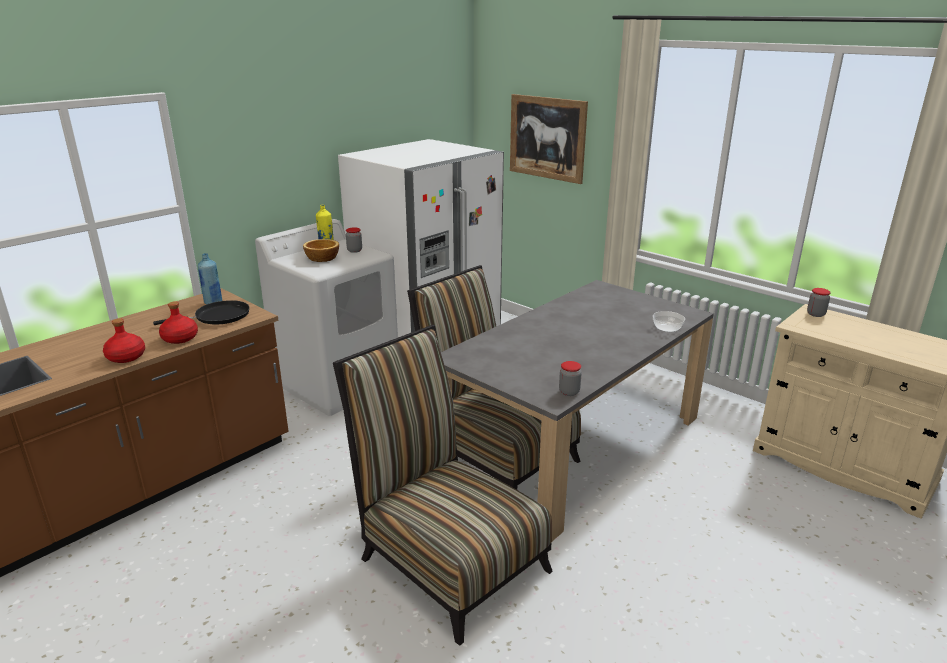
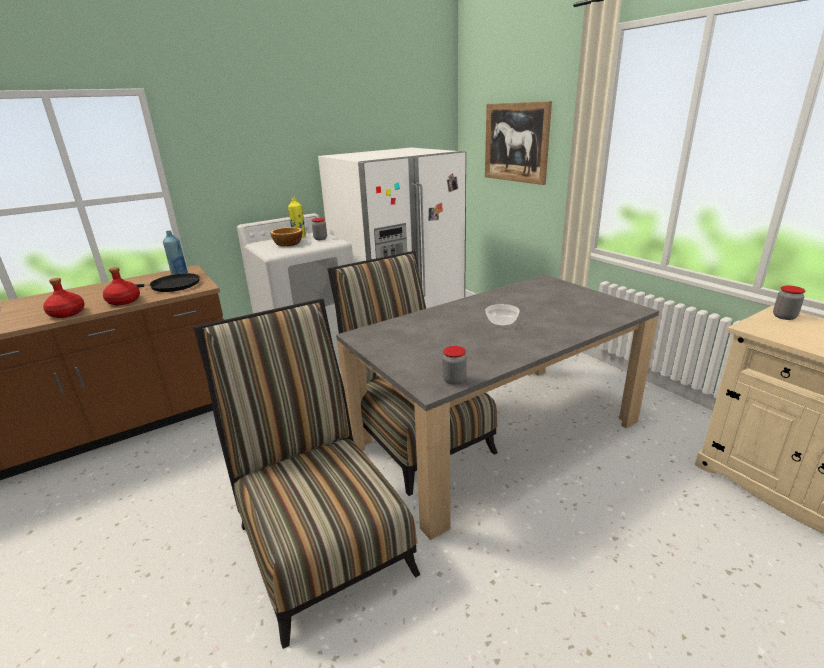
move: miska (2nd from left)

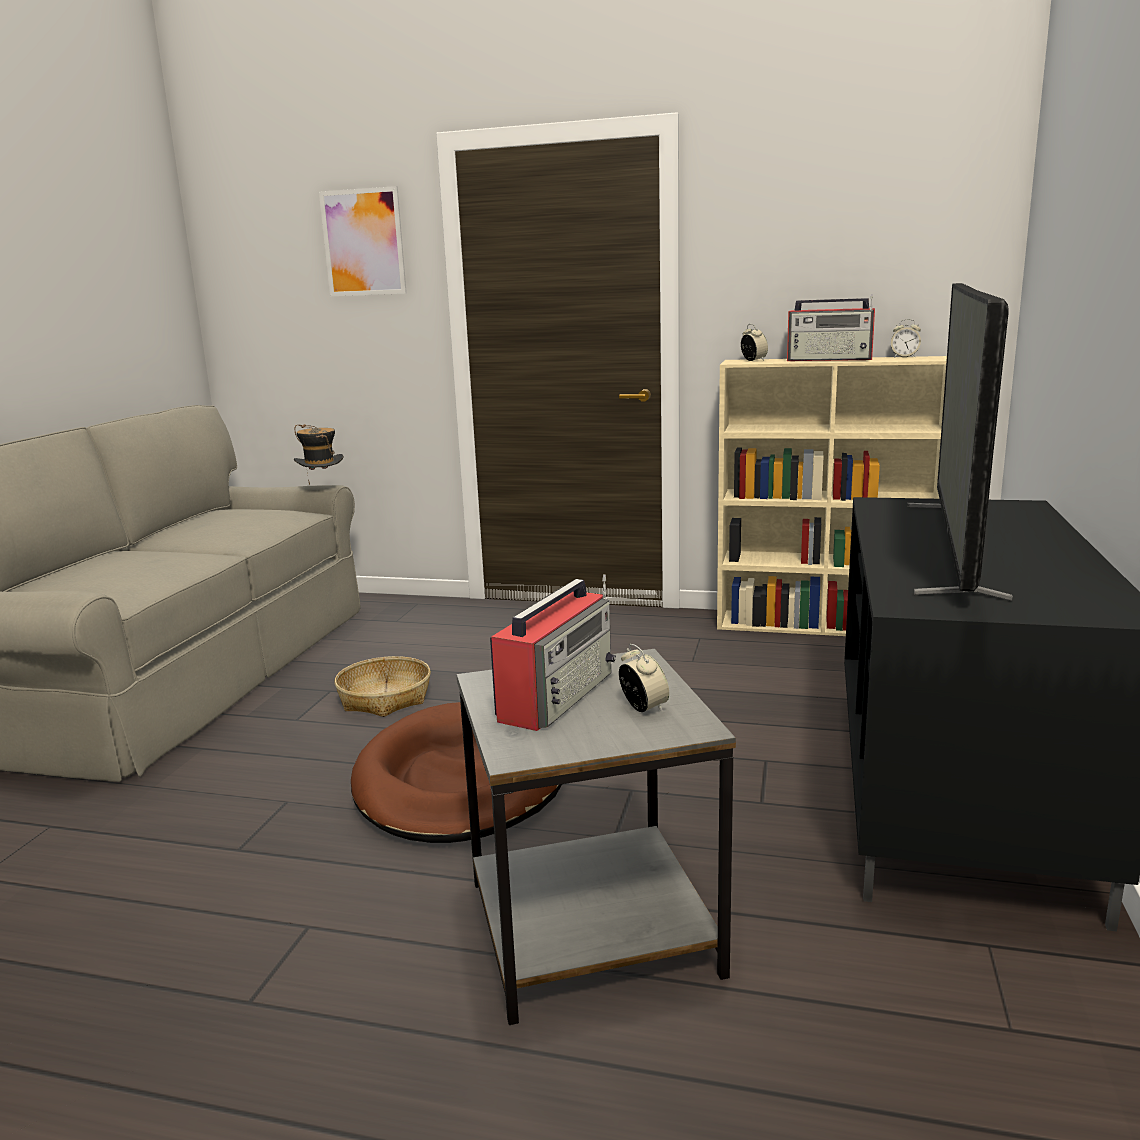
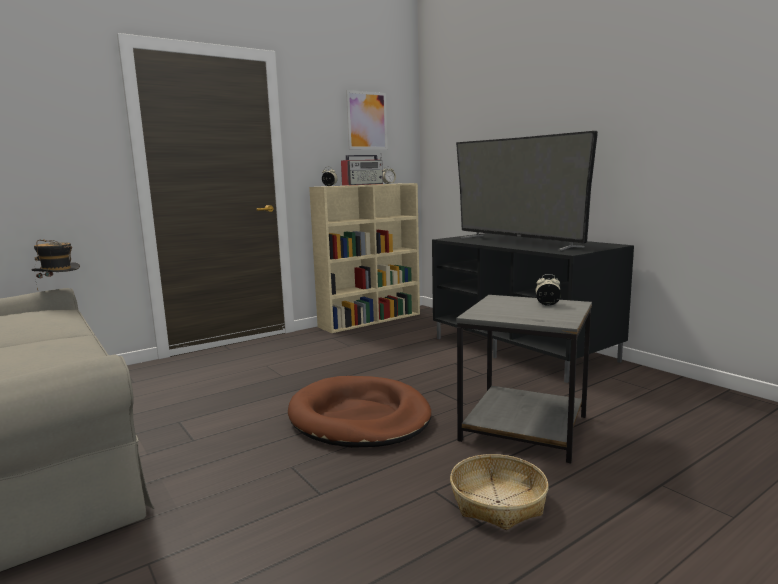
delete: radio (1st from left)
move: obraz; koszyk

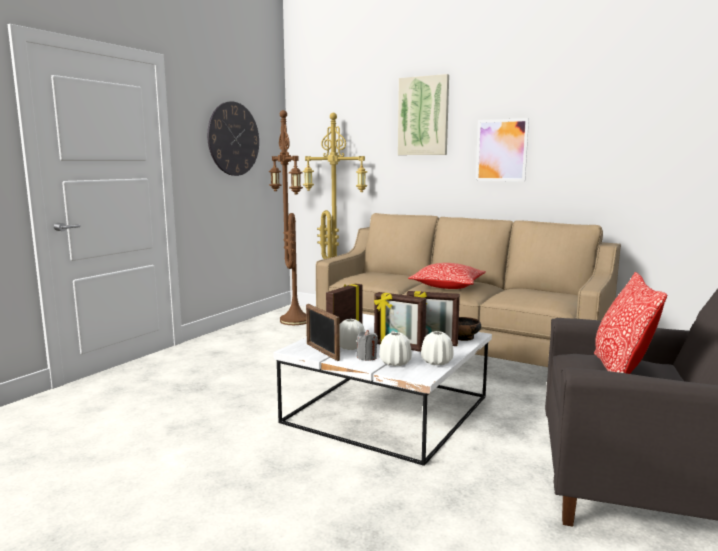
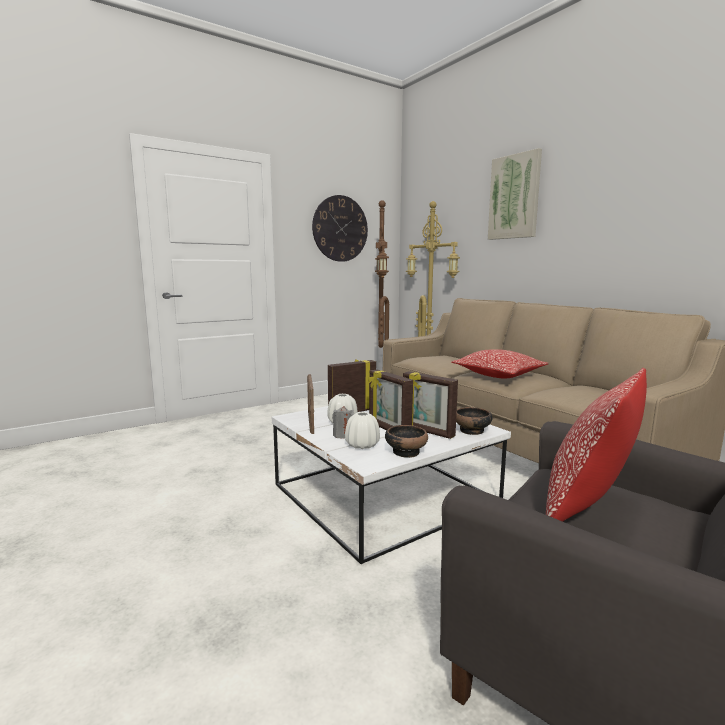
delete: obraz (2nd from left)
replace: wazon [biały] (3rd from left) to miska (1st from left)

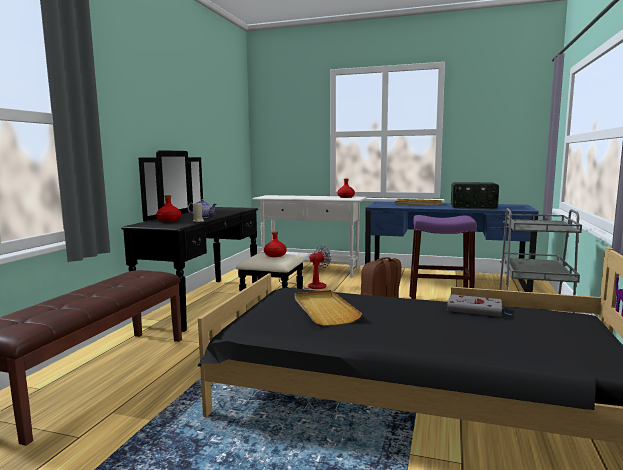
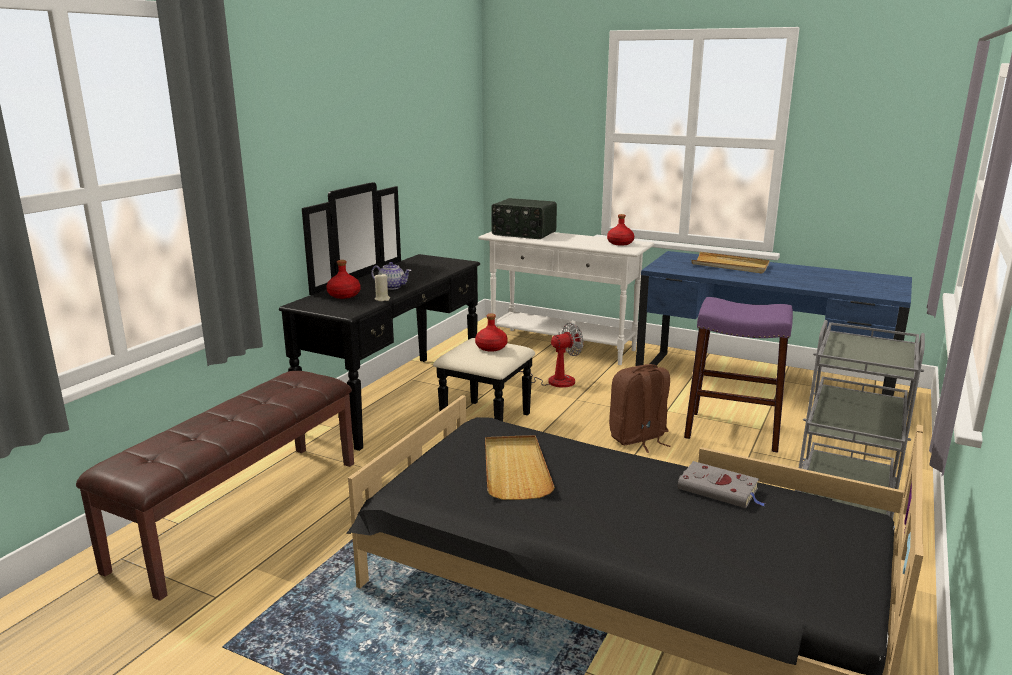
move: radio

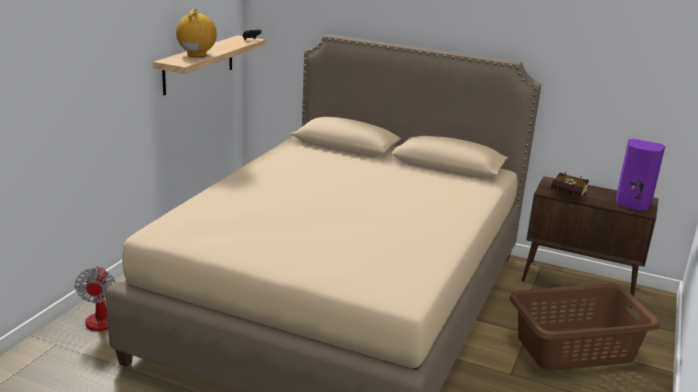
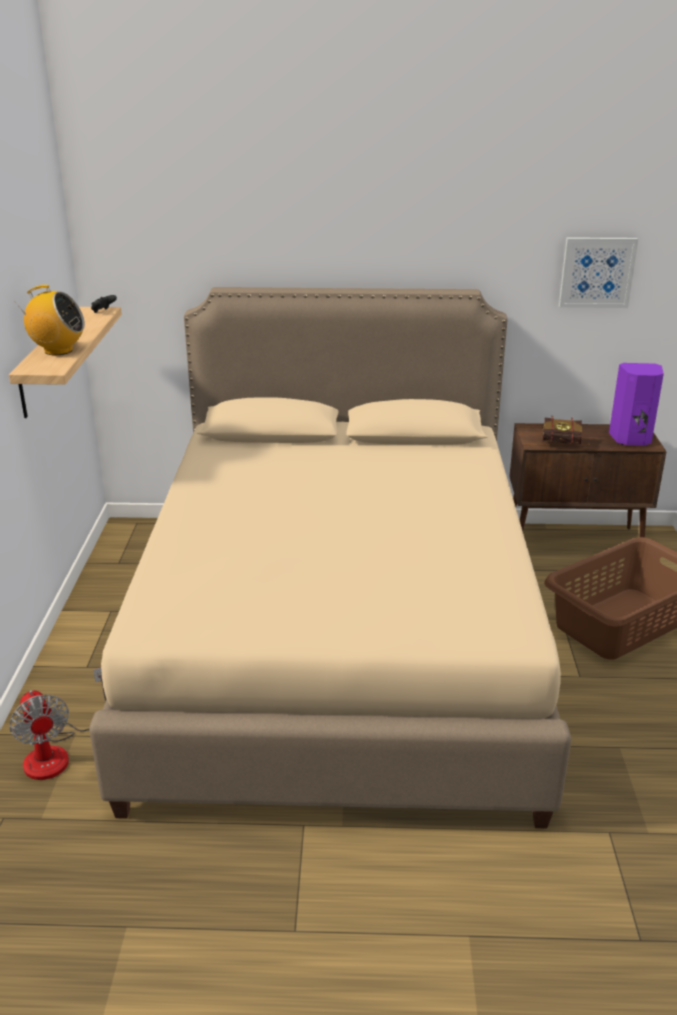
insert: obraz
rotate: radio 105 degrees clockwise

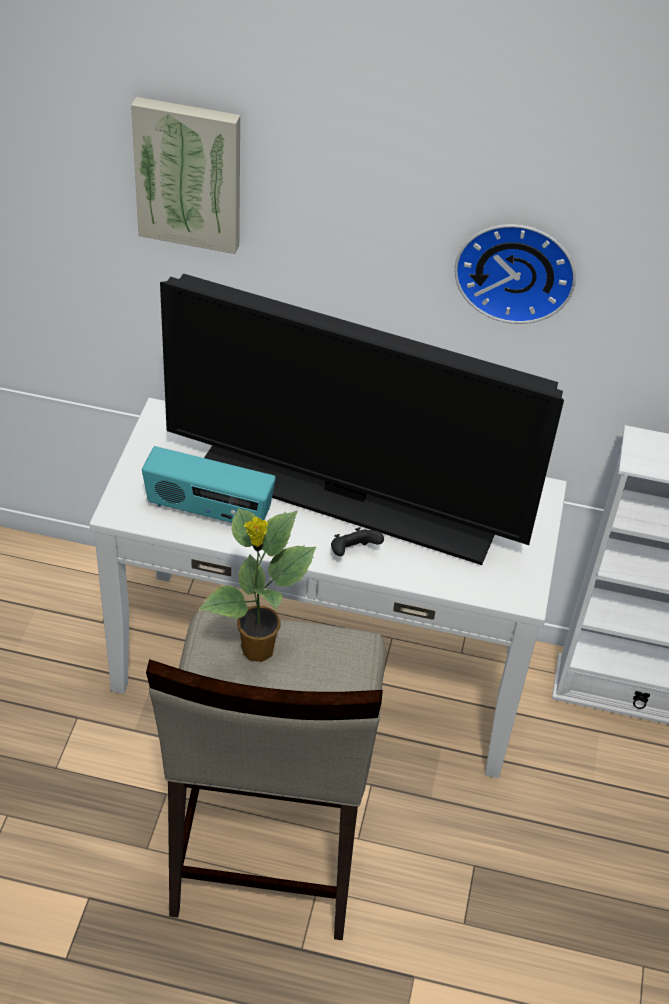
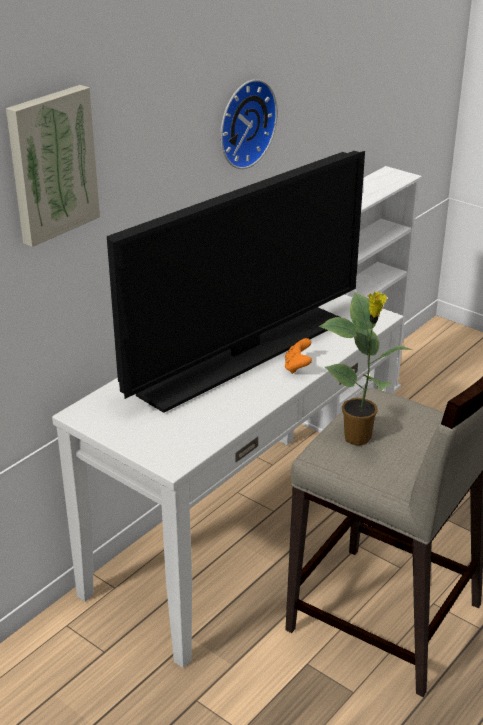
delete: radio
recolor: pad do gier [czarny] to pad do gier [pomarańczowy]

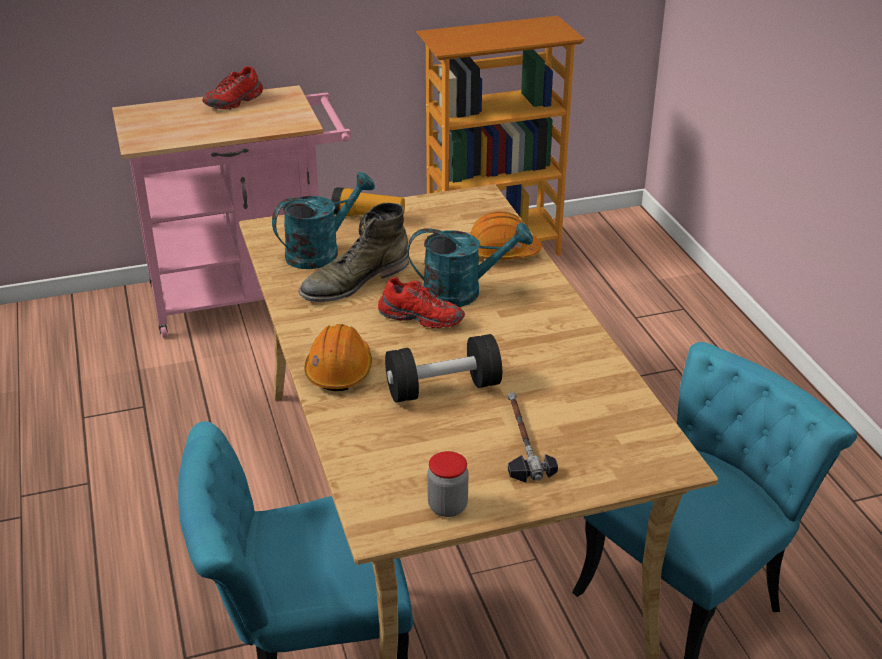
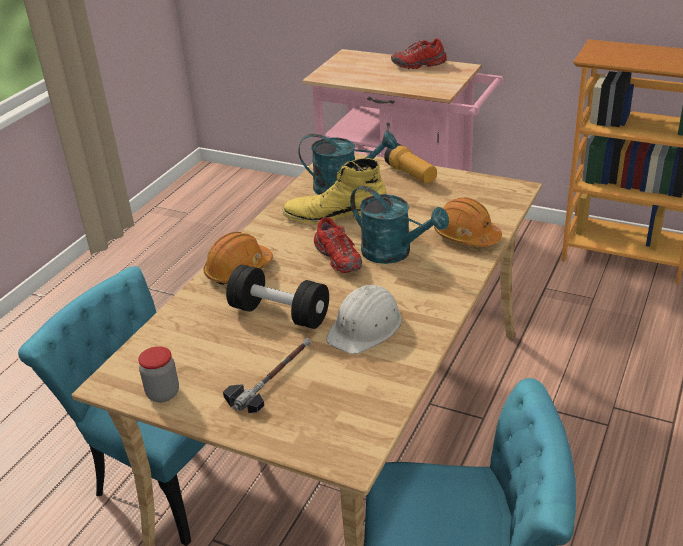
insert: kask [biały]
recolor: but z cholewką [zielony] to but z cholewką [żółty]

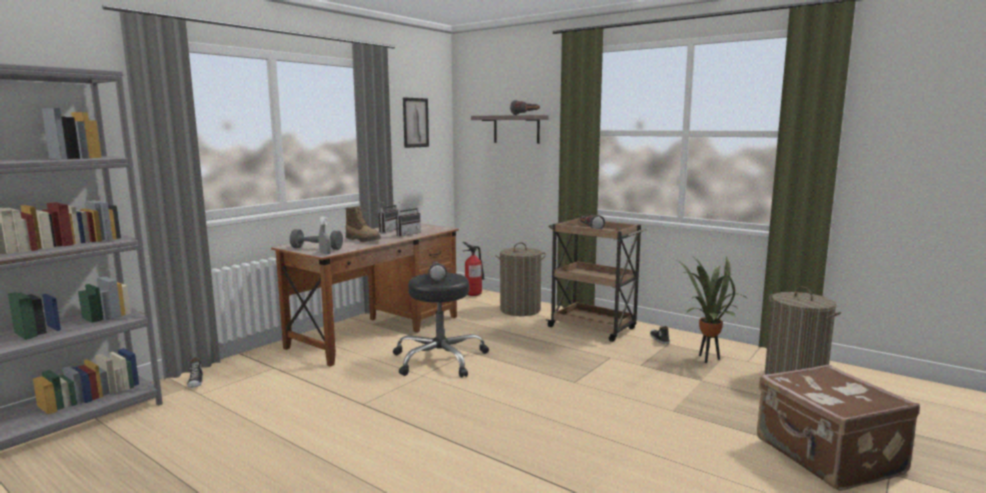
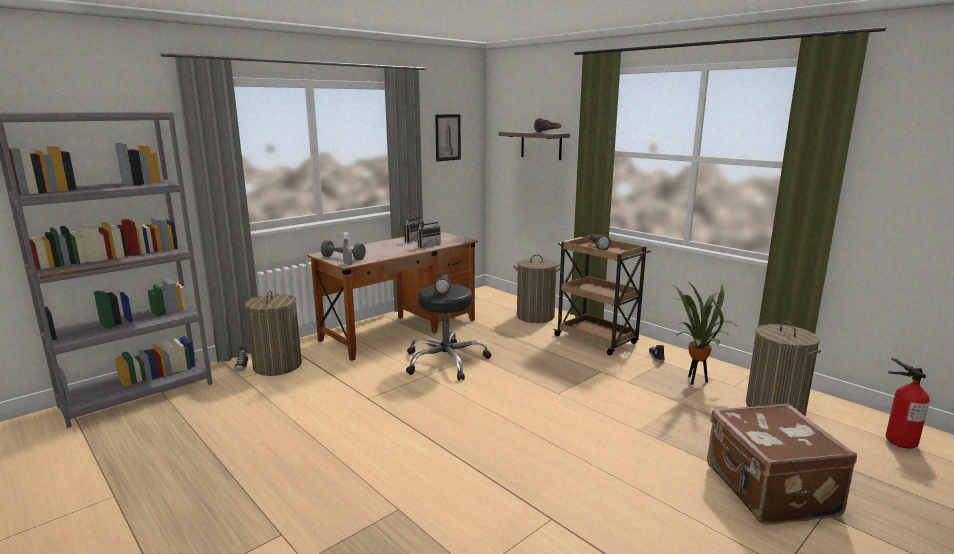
delete: but z cholewką
insert: kosz na pranie (1st from left)
move: gaśnica

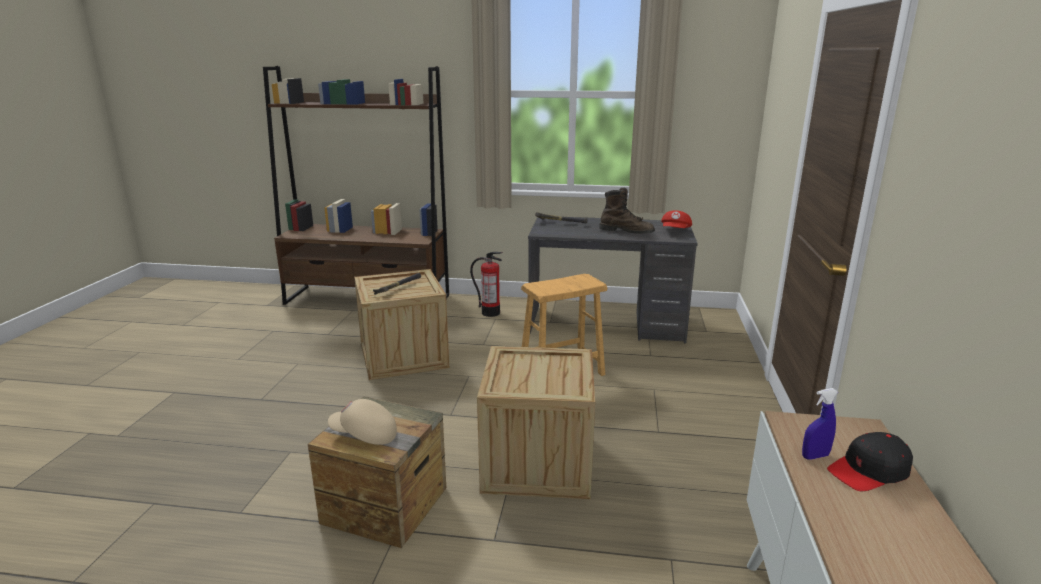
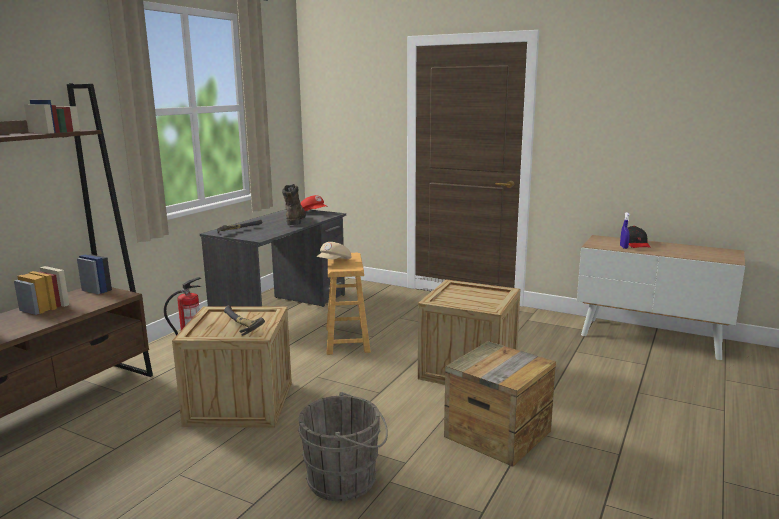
insert: wiadro [szary]
move: czapka z daszkiem [beżowy]
rotate: but z cholewką [brązowy] 45 degrees counterclockwise

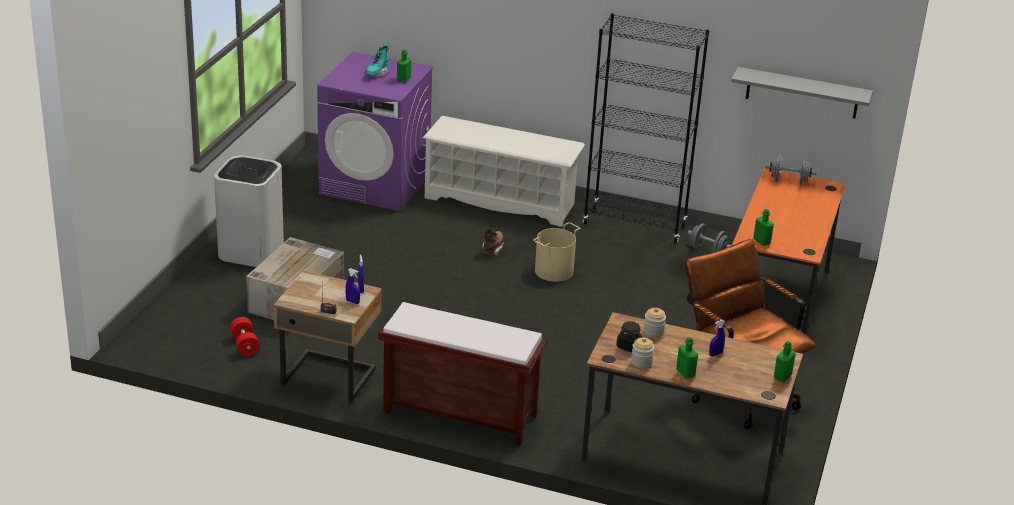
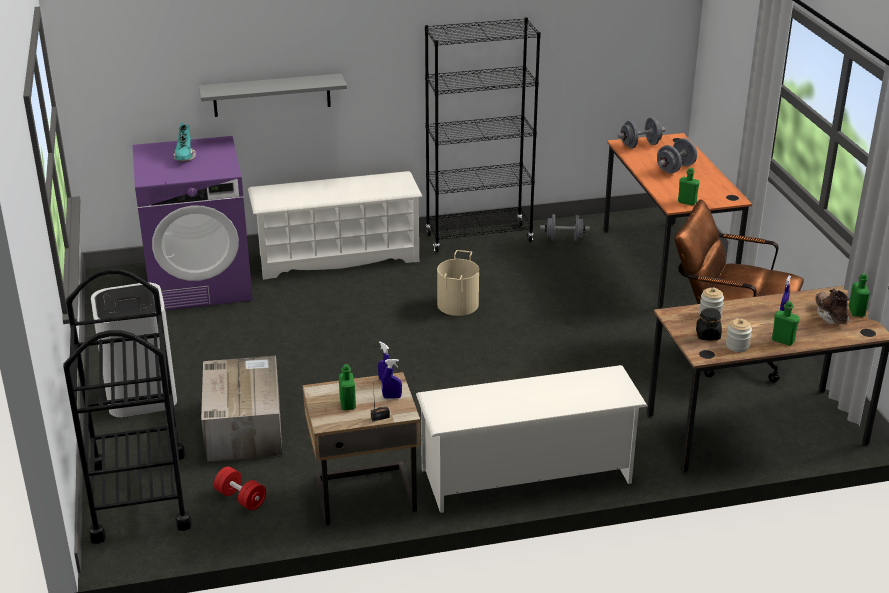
insert: wózek [czarny]; hantel [szary] (3rd from left)
move: butelka [zielony] (1st from left); but z cholewką [brązowy]; półka [szary]
replace: ławka [brązowy] to regał na buty [biały] (2nd from left)

